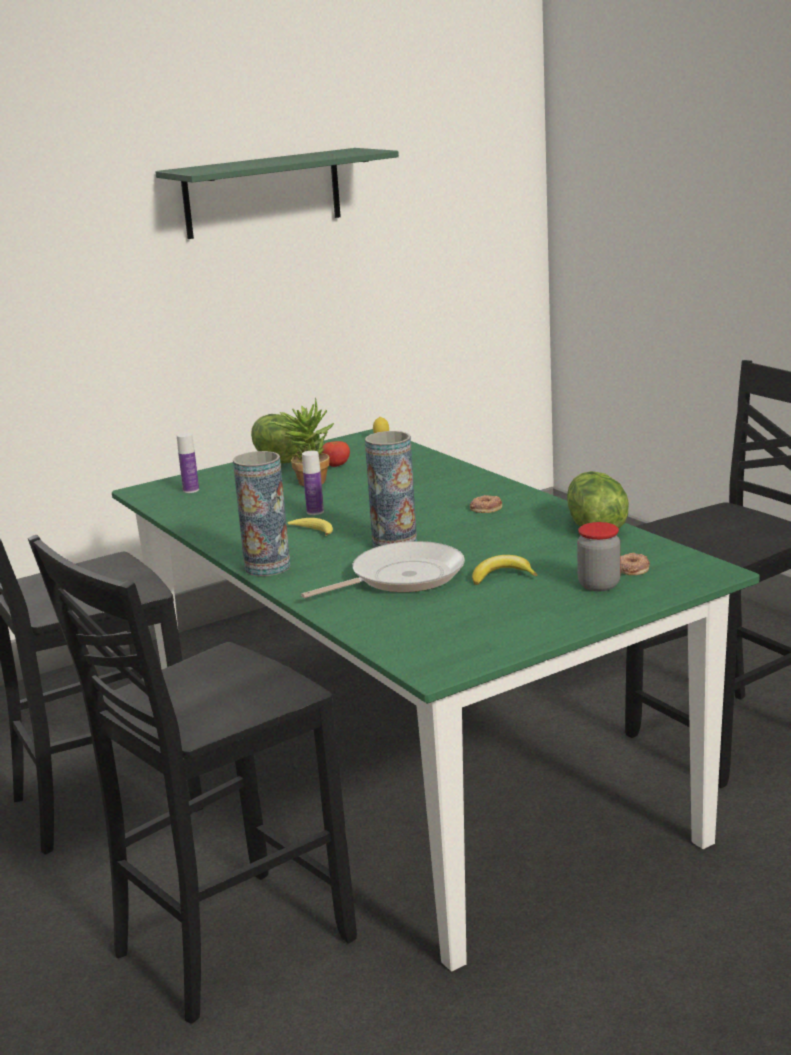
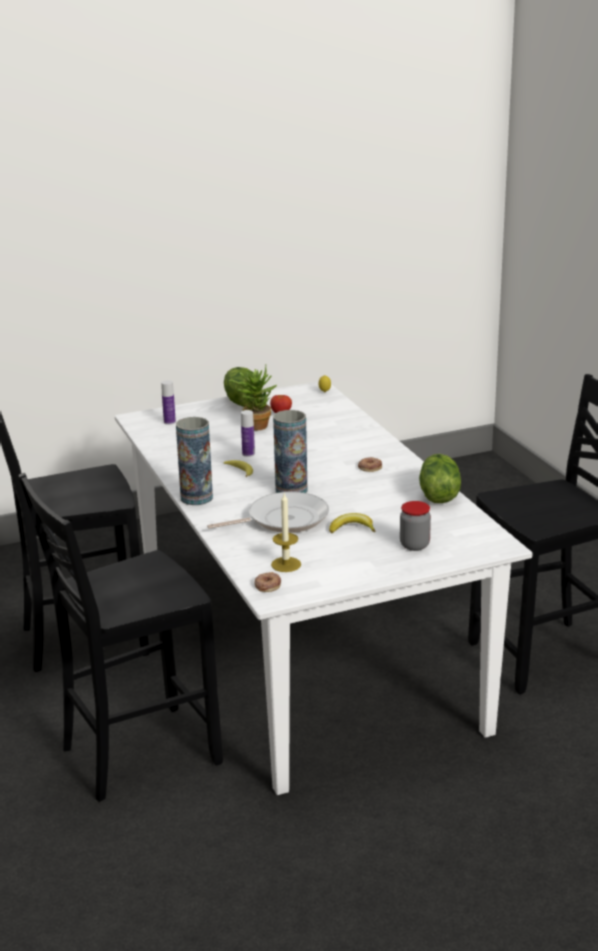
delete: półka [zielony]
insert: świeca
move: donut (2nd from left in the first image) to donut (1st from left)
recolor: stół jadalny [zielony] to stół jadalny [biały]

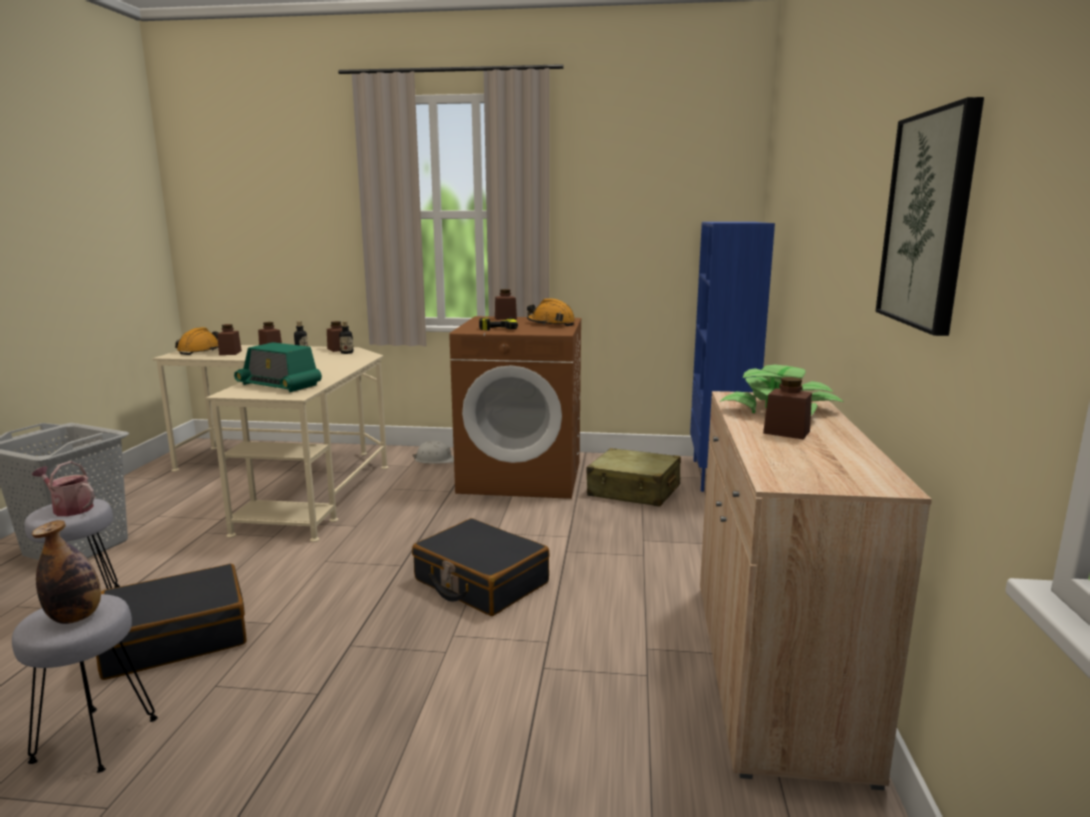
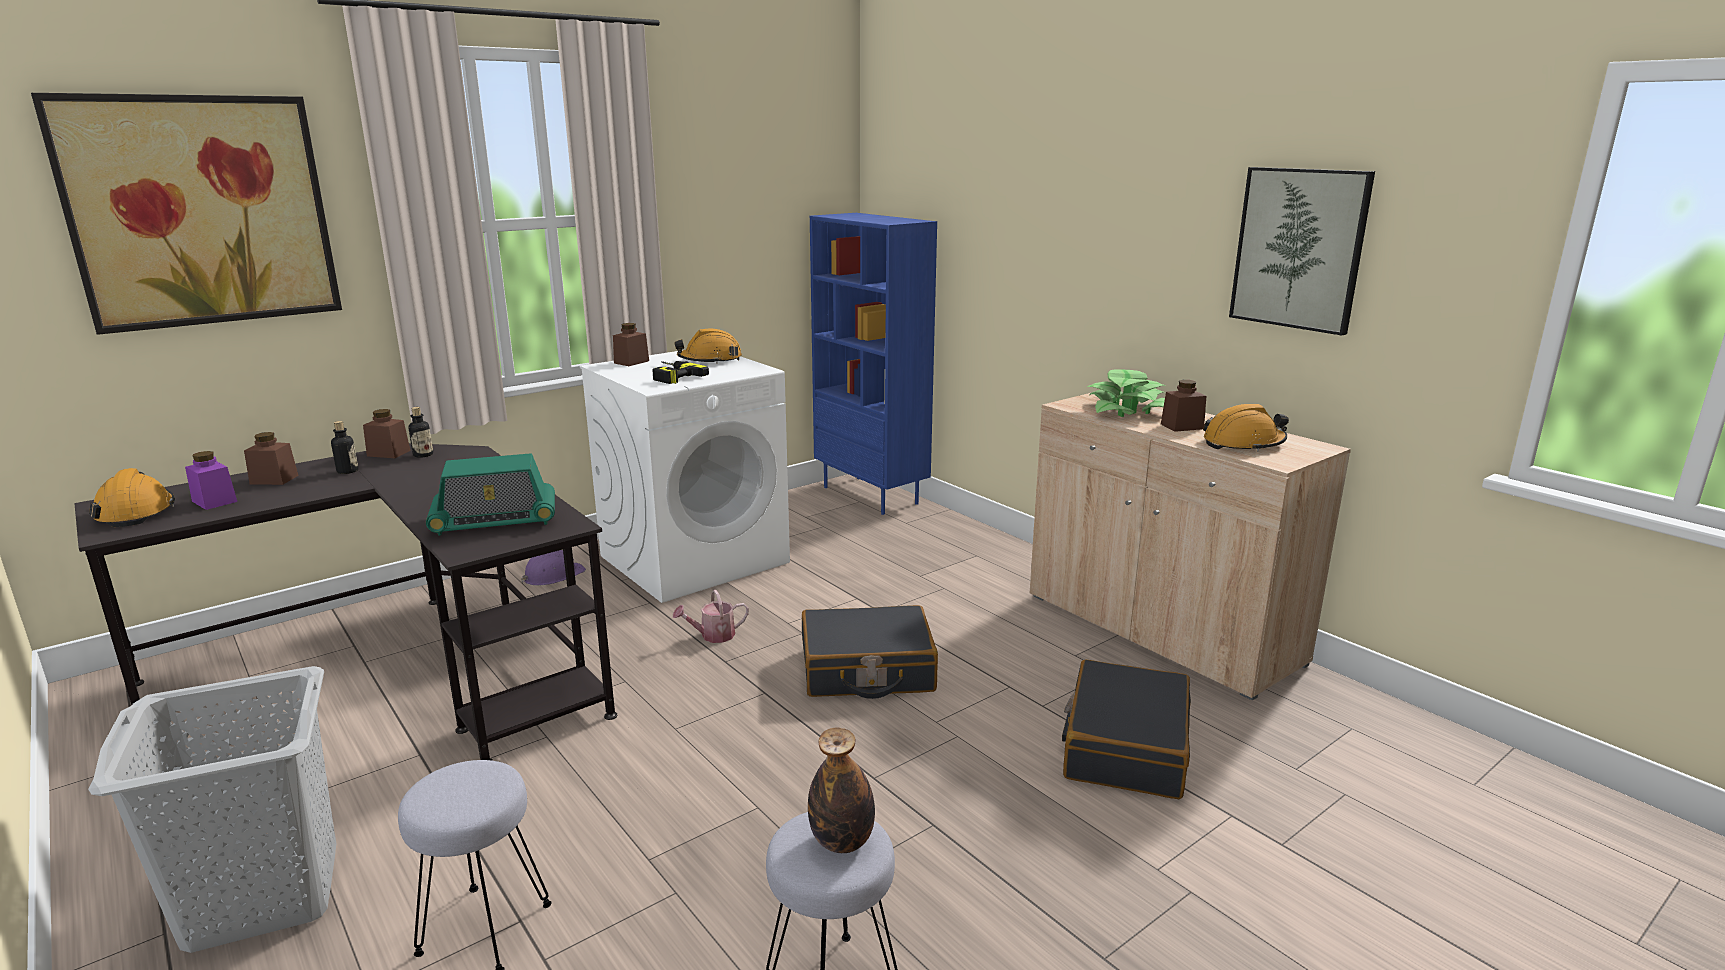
delete: walizka [beżowy]
insert: obraz (1st from left); kask [pomarańczowy] (3rd from left)
move: konewka; walizka [czarny] (1st from left in the first image) to walizka [czarny] (2nd from left)
recolor: biurko [beżowy] to biurko [czarny]; słoik [brązowy] (1st from left) to słoik [fioletowy]; kask [biały] to kask [fioletowy]; pralka [brązowy] to pralka [biały]

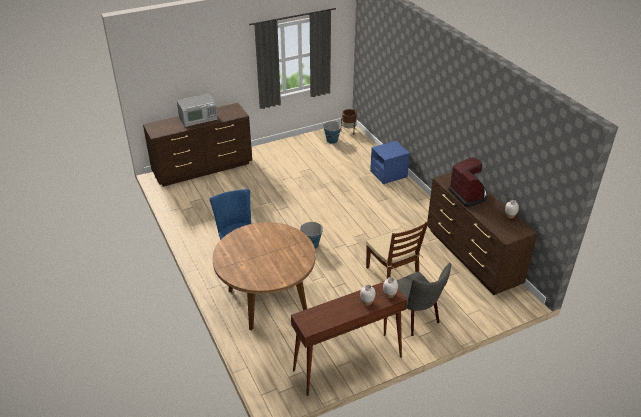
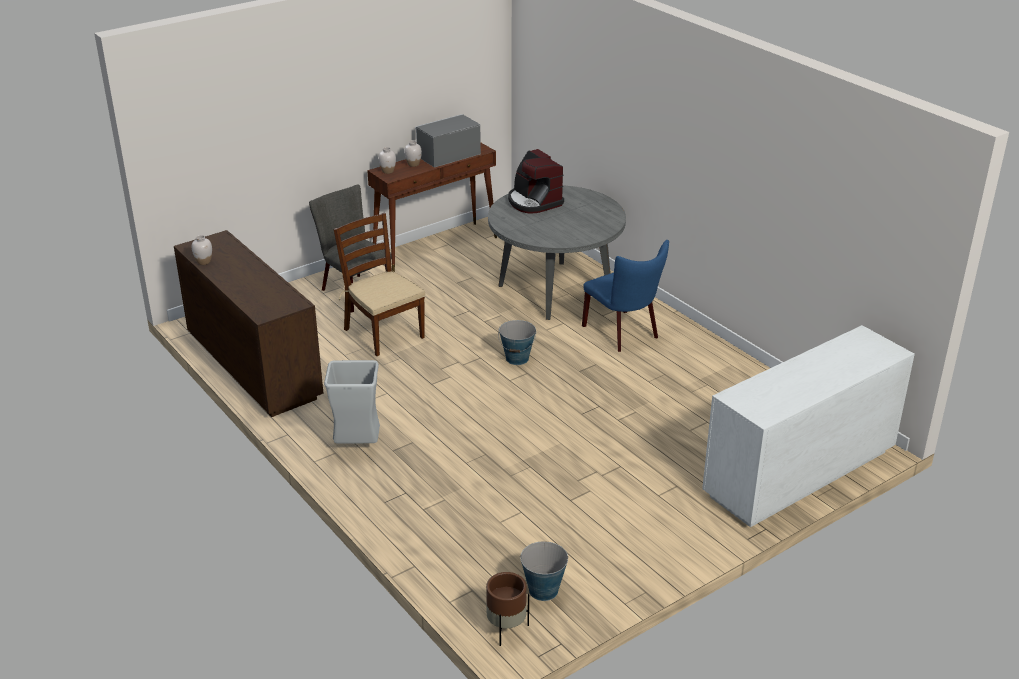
delete: szafka nocna [niebieski]
insert: kosz na śmieci [szary]
move: mikrofalówka; ekspres do kawy
recolor: komoda [brązowy] (1st from left) to komoda [biały]; stół jadalny [brązowy] to stół jadalny [szary]

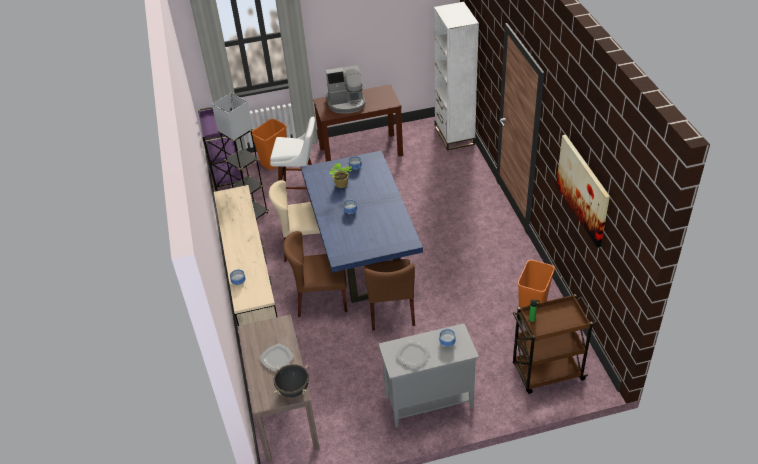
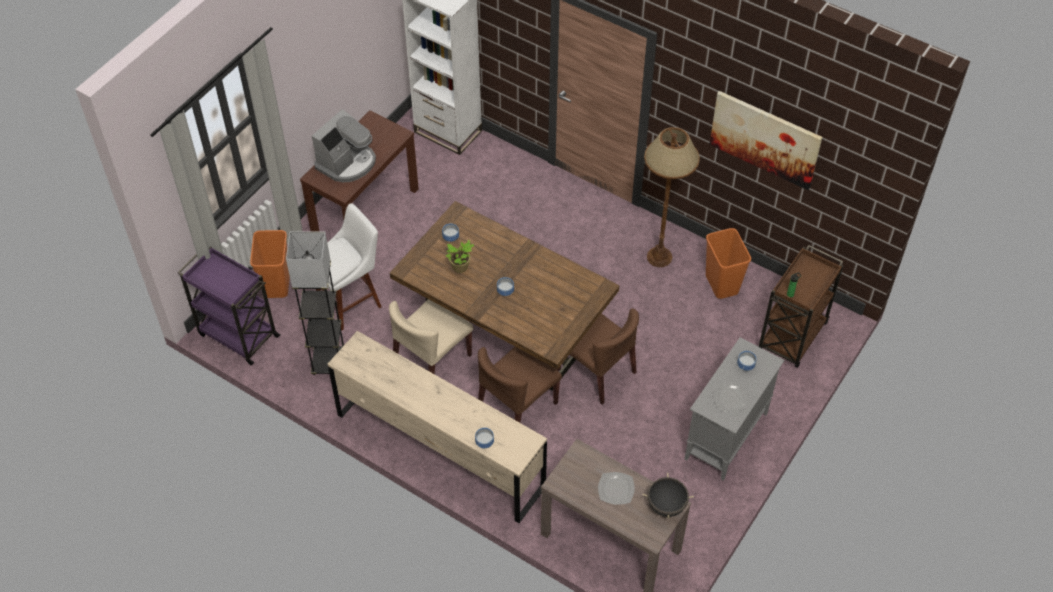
insert: lampa stojąca [brązowy]
recolor: stół jadalny [niebieski] to stół jadalny [brązowy]

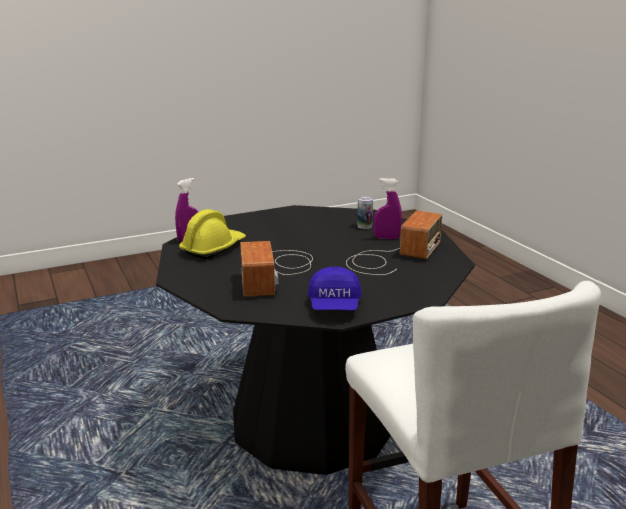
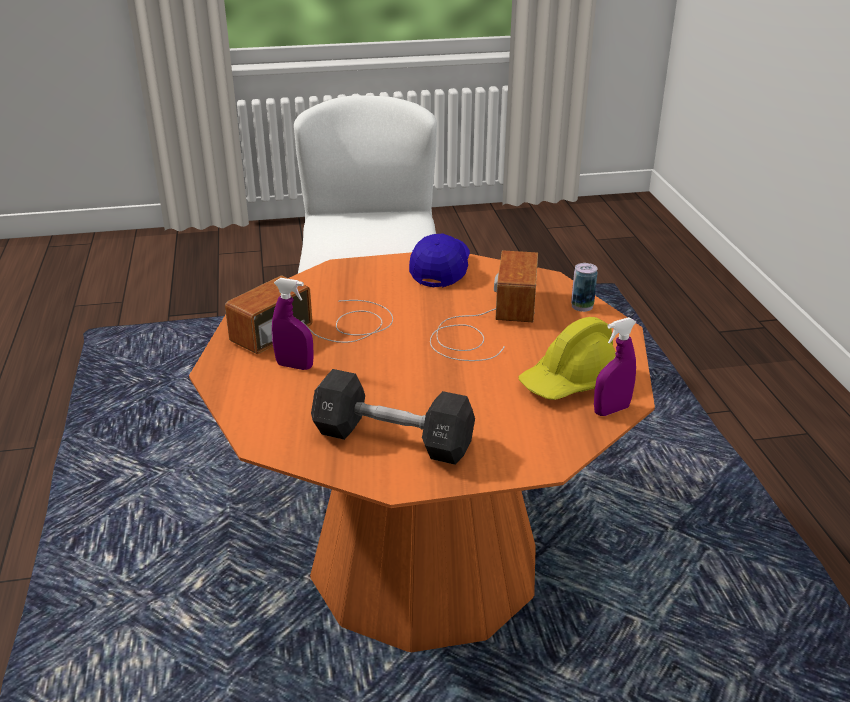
insert: hantel [czarny]
move: puszka
recolor: stół jadalny [czarny] to stół jadalny [pomarańczowy]

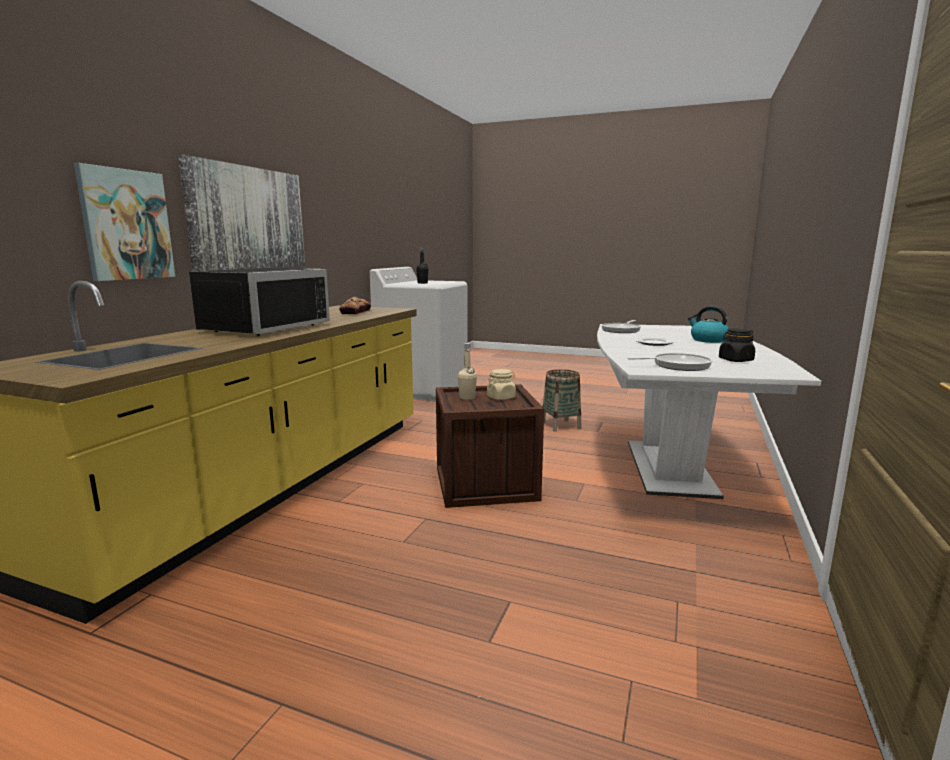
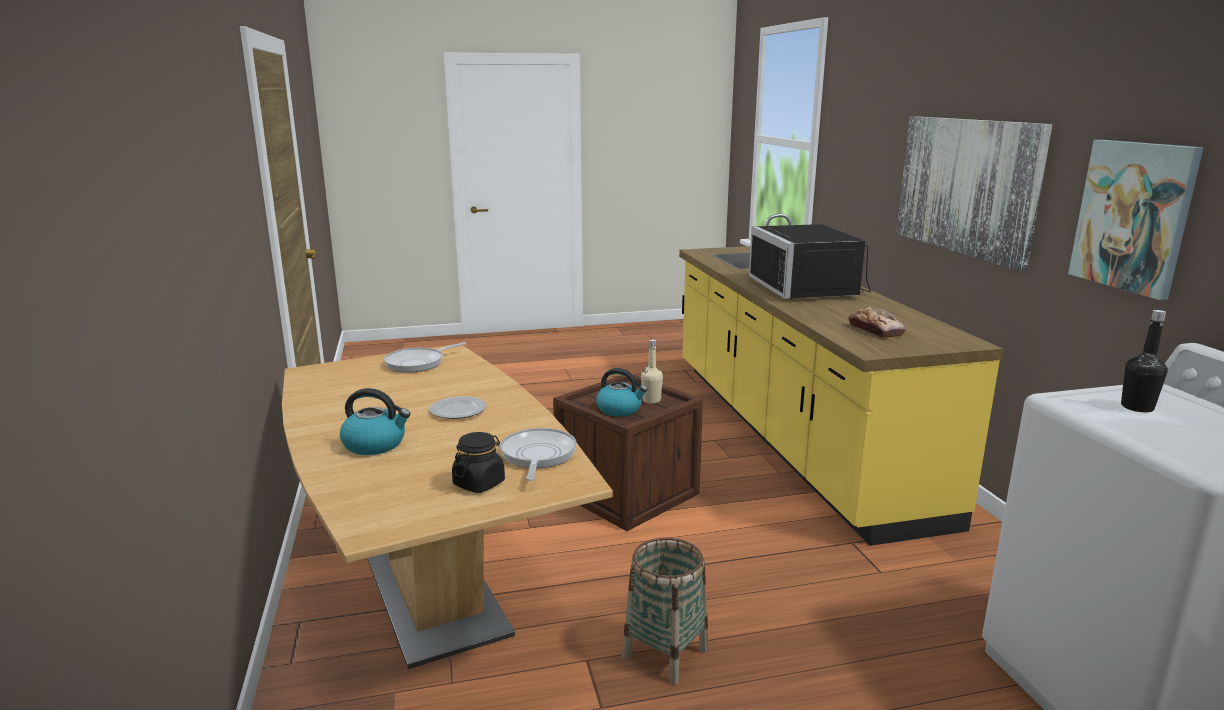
move: obraz (1st from left in the first image) to obraz (2nd from left); słoik [czarny]
replace: słoik [beżowy] to czajnik (2nd from left)
recolor: stół jadalny [biały] to stół jadalny [brązowy]

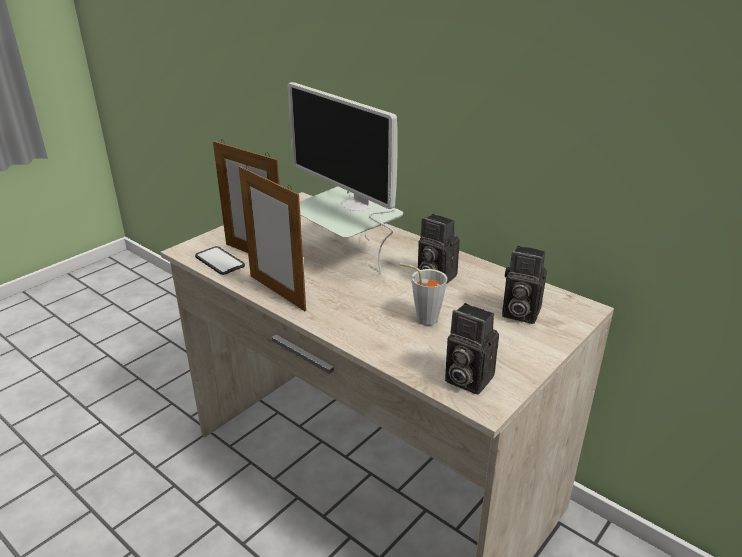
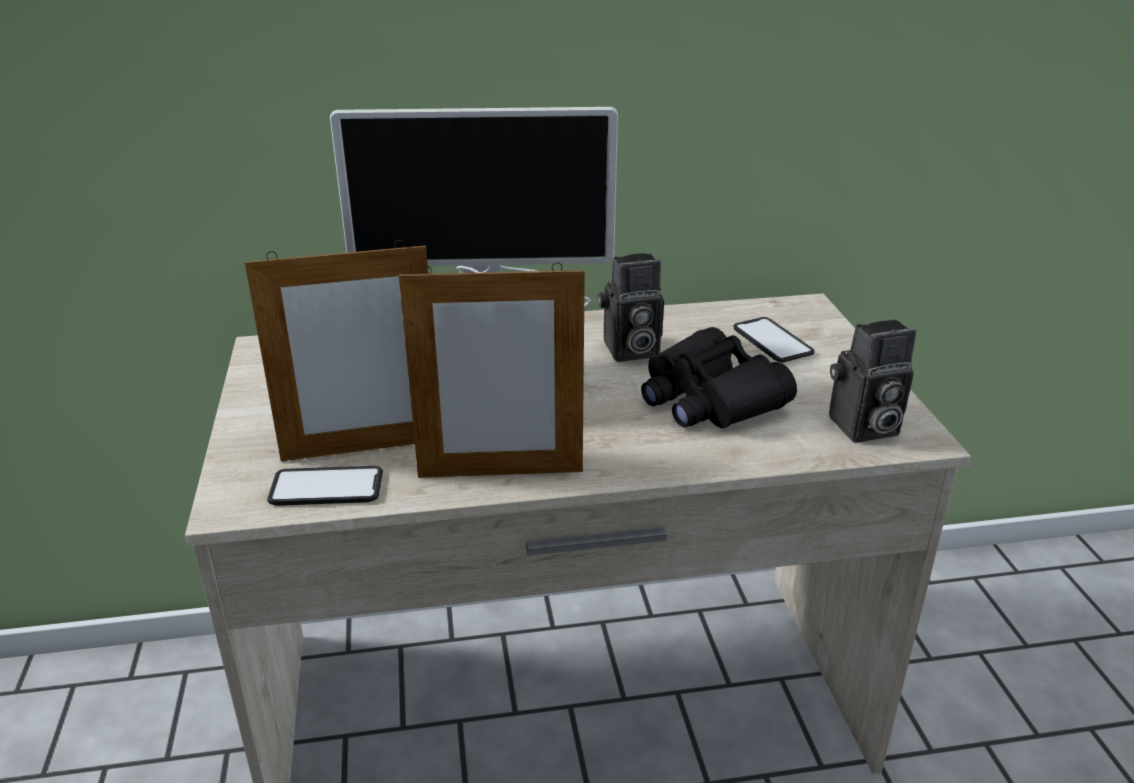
replace: filiżanka [szary] to lornetka [czarny]; aparat fotograficzny (3rd from left) to telefon (2nd from left)

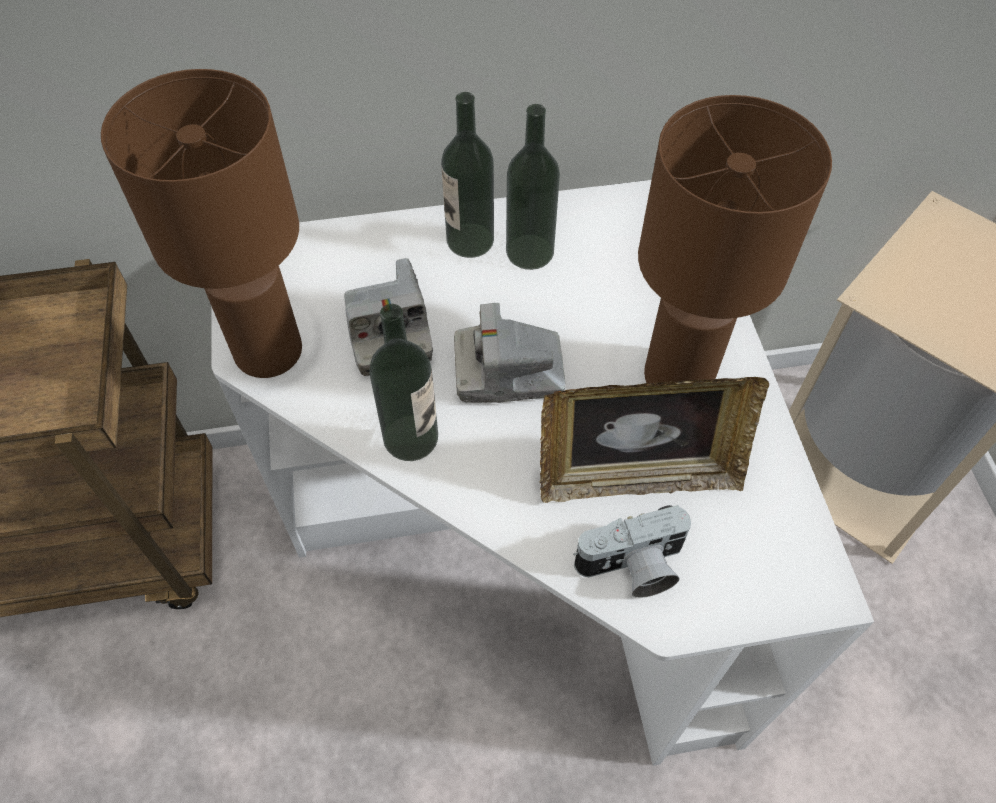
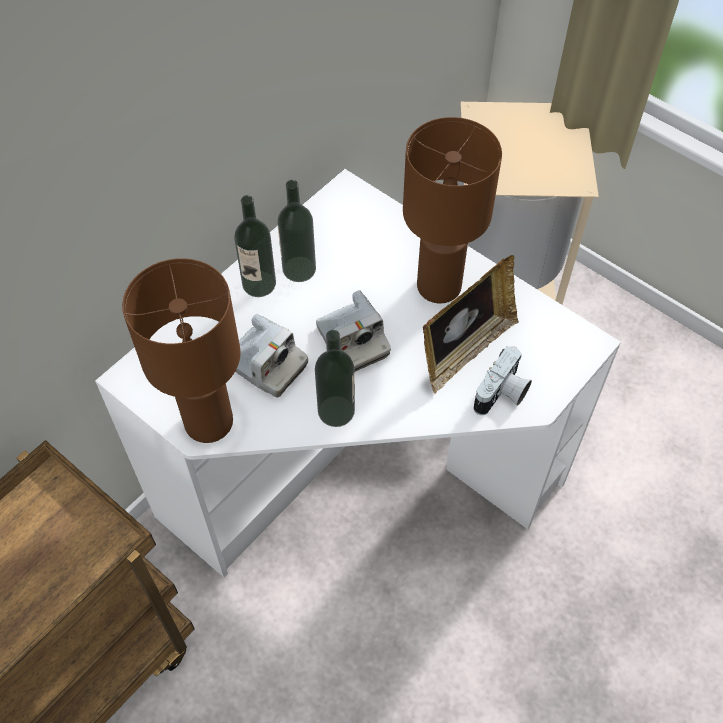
rotate: aparat fotograficzny (2nd from left) 75 degrees counterclockwise

